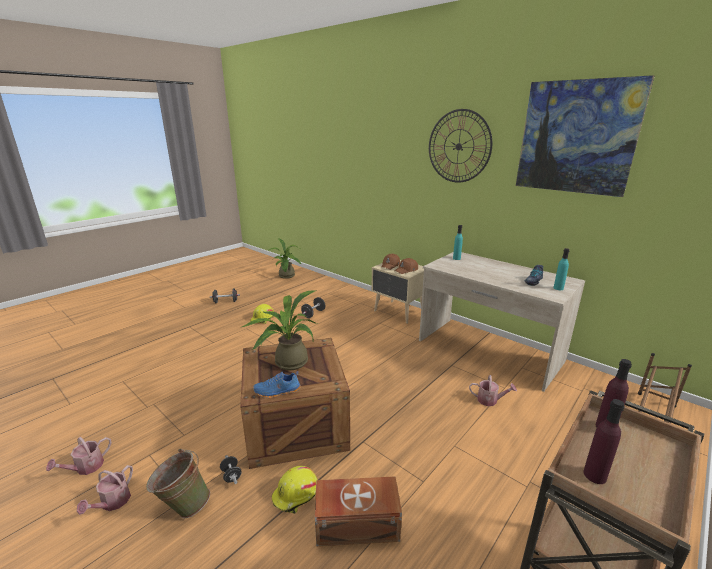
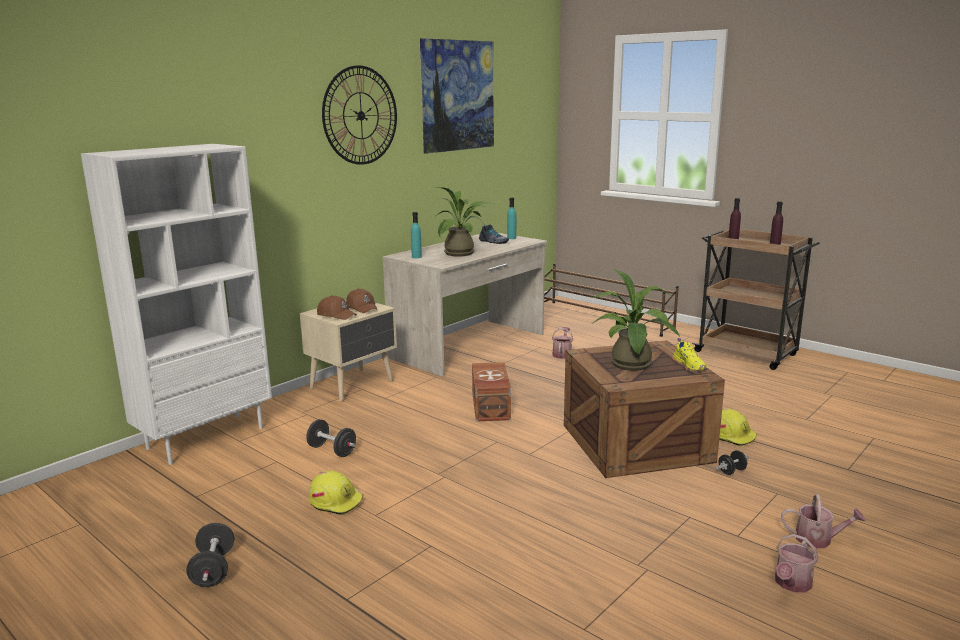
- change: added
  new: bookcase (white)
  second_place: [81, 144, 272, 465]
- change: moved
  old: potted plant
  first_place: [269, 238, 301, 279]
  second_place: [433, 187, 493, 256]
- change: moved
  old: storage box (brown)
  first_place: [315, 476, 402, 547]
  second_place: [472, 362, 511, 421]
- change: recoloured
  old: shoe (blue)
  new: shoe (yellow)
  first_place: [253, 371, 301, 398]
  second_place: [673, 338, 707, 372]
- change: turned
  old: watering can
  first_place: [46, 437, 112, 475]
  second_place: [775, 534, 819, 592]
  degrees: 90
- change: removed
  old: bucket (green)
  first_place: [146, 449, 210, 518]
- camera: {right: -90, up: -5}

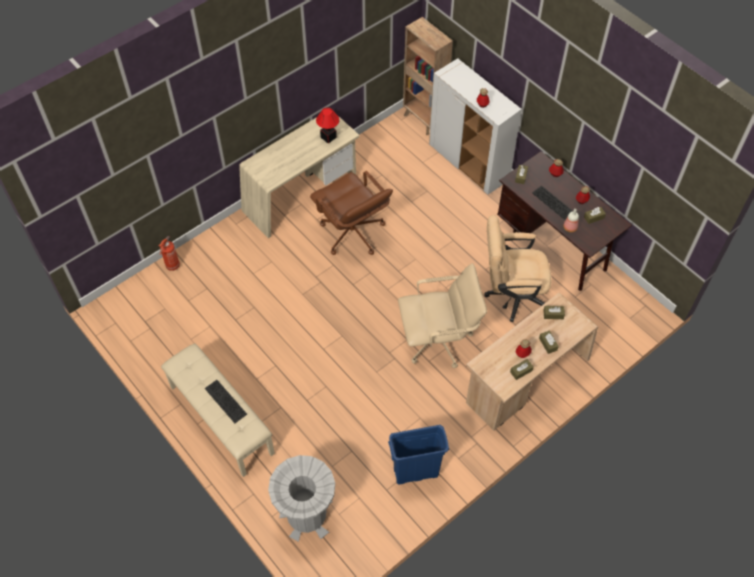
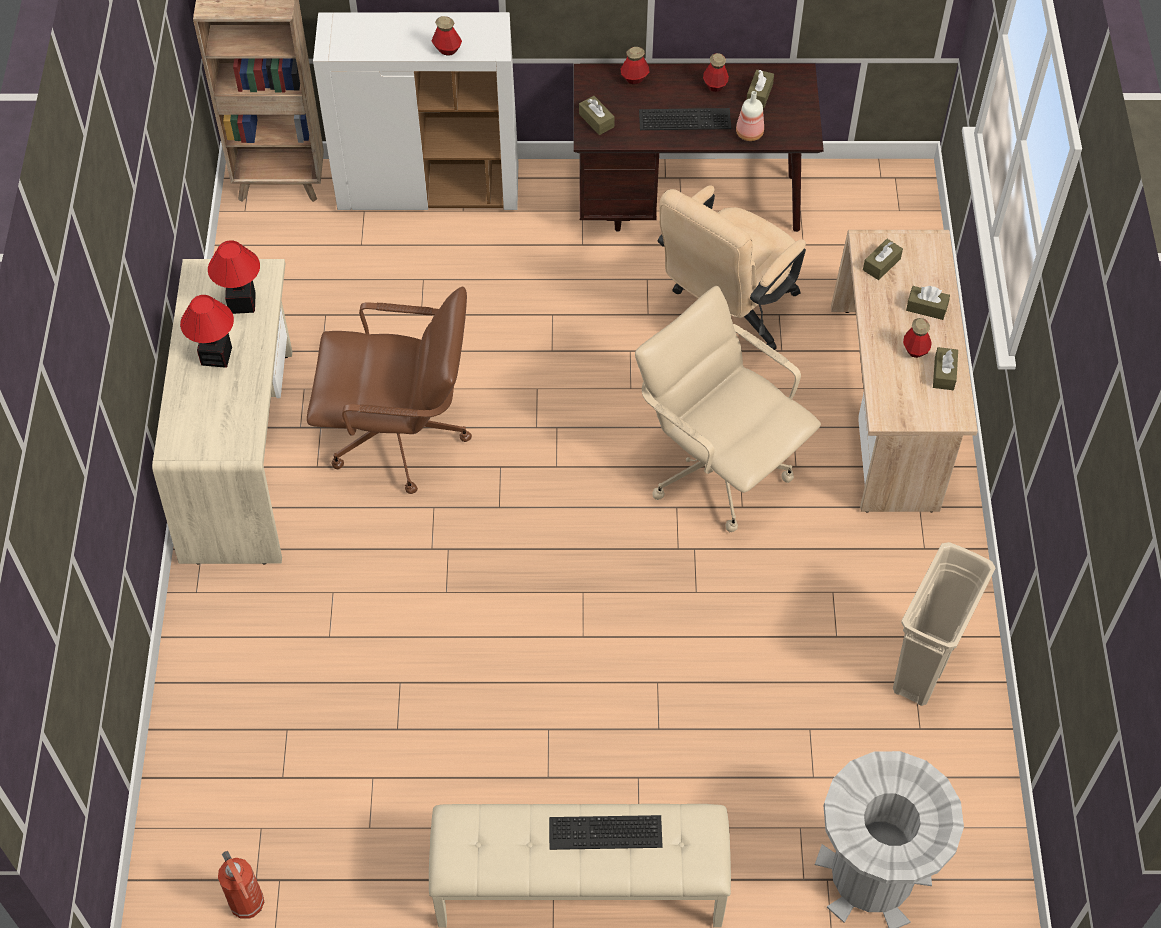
- change: added
  new: table lamp
  second_place: [180, 295, 234, 368]
- change: moved
  old: fire extinguisher
  first_place: [159, 236, 180, 271]
  second_place: [218, 851, 264, 919]
- change: turned
  old: office chair (beige)
  first_place: [398, 263, 487, 368]
  second_place: [635, 286, 821, 532]
  degrees: -75
- change: recoloured
  old: trash can (blue)
  new: trash can (beige)
  first_place: [388, 425, 449, 484]
  second_place: [893, 542, 996, 706]
- camera: {right: -50, up: 0}

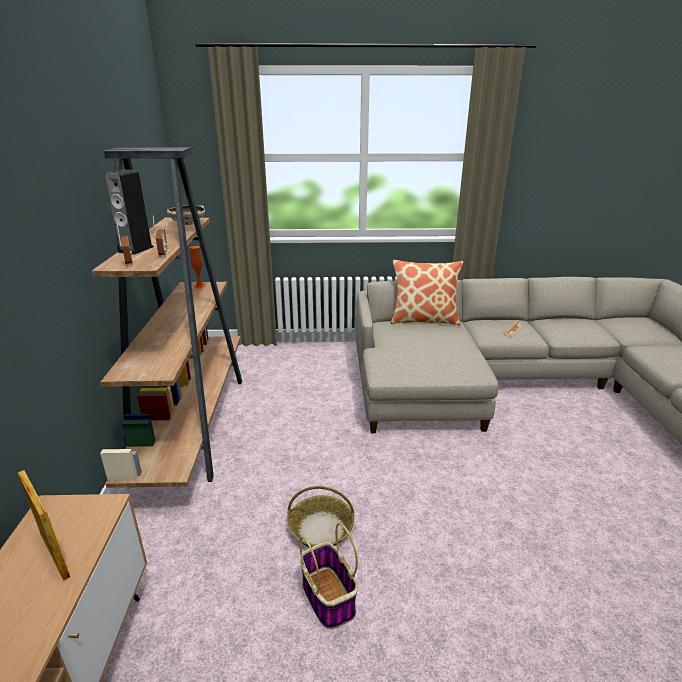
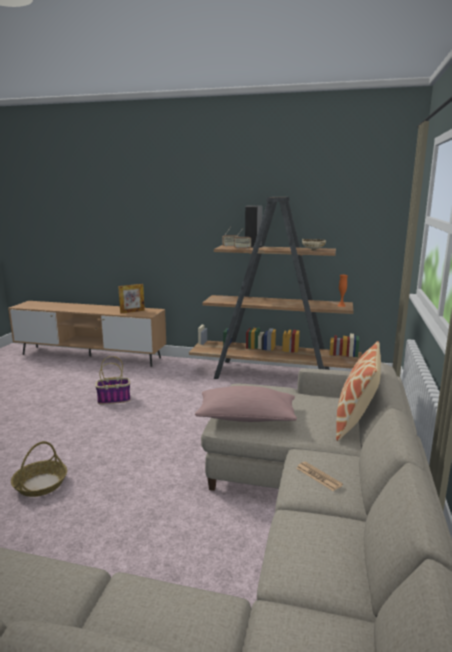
- change: moved
  old: basket
  first_place: [287, 486, 354, 547]
  second_place: [11, 441, 67, 497]
- change: added
  new: pillow (pink)
  second_place: [195, 386, 297, 422]
- camera: {right: 105, up: -10}

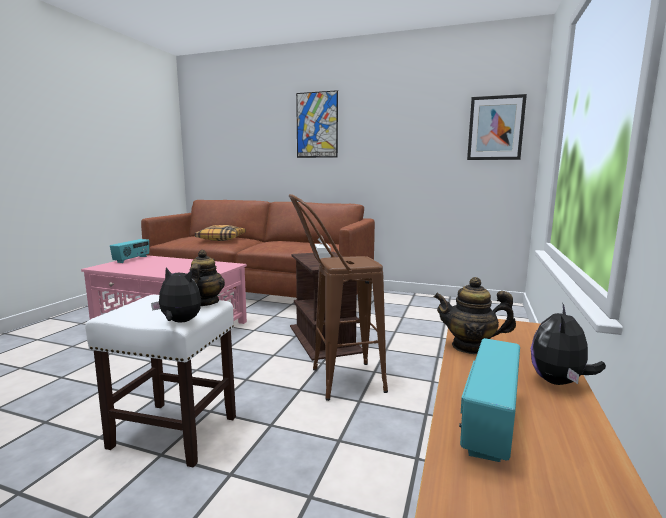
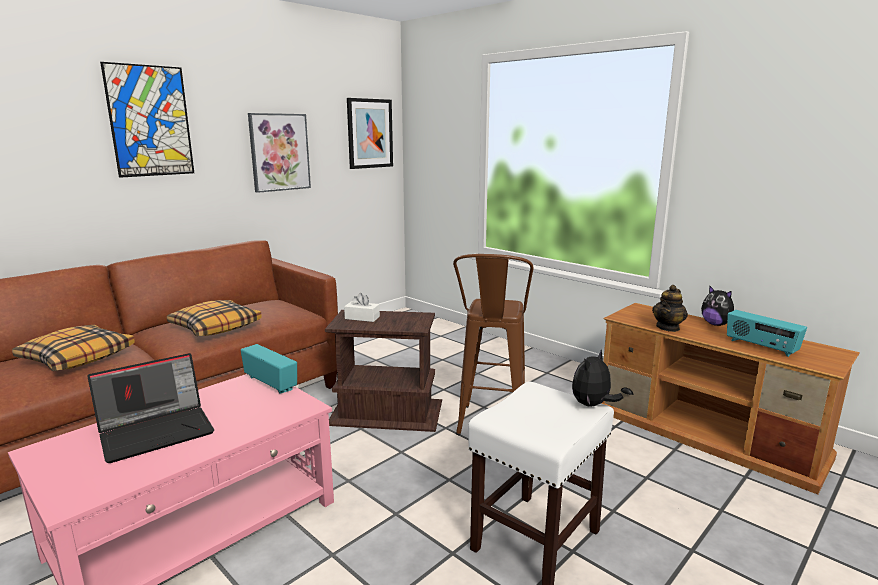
- change: added
  new: laptop
  second_place: [87, 353, 214, 463]
- change: added
  new: pillow
  second_place: [167, 300, 262, 336]
- change: moved
  old: radio
  first_place: [110, 239, 149, 263]
  second_place: [241, 344, 297, 394]
- change: added
  new: picture
  second_place: [248, 113, 311, 193]
- change: removed
  old: teapot
  first_place: [190, 250, 225, 306]
- camera: {right: -65, up: 5}

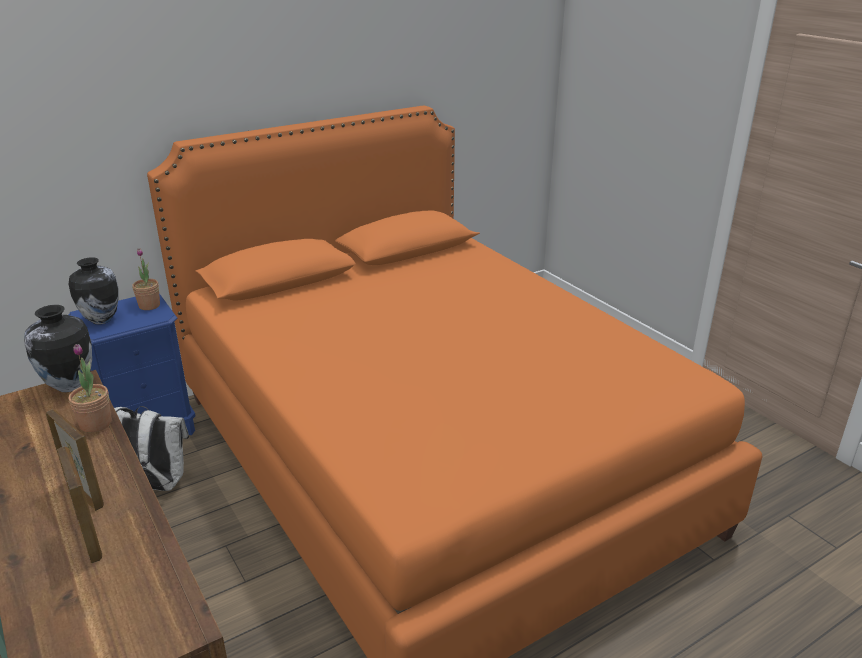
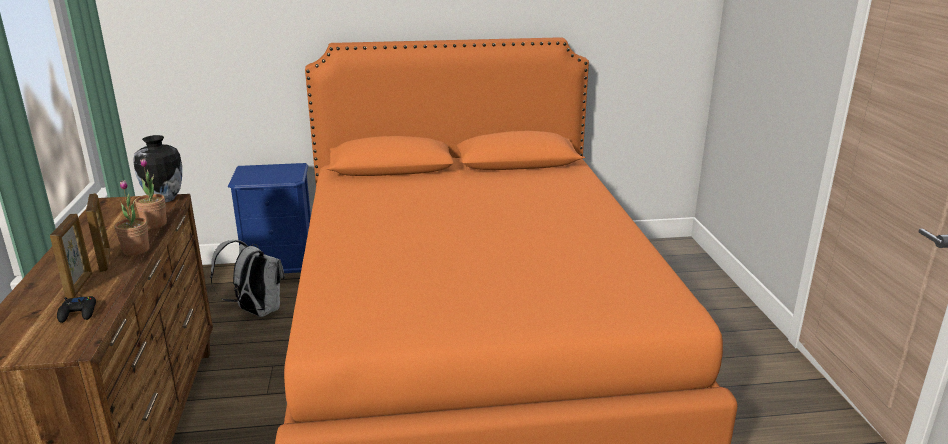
- change: added
  new: game controller (black)
  second_place: [57, 296, 96, 323]
- change: moved
  old: potted plant
  first_place: [132, 248, 160, 310]
  second_place: [114, 180, 149, 256]
- change: removed
  old: vase
  first_place: [69, 257, 119, 324]
- camera: {right: 25, up: -5}

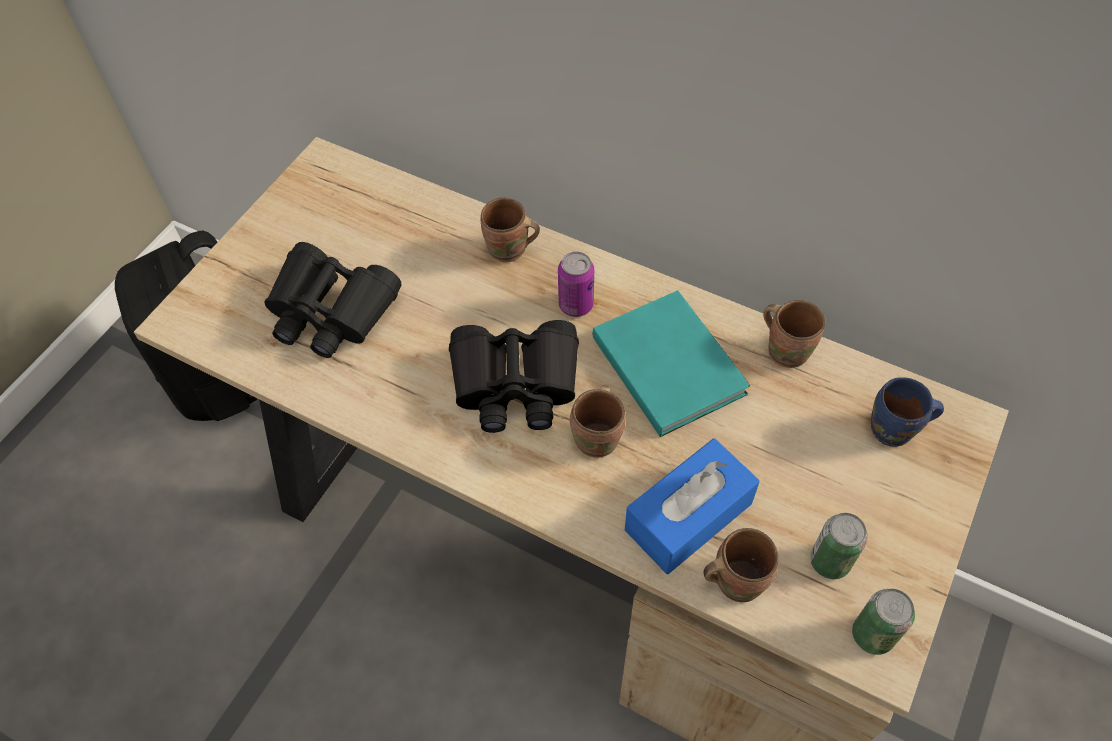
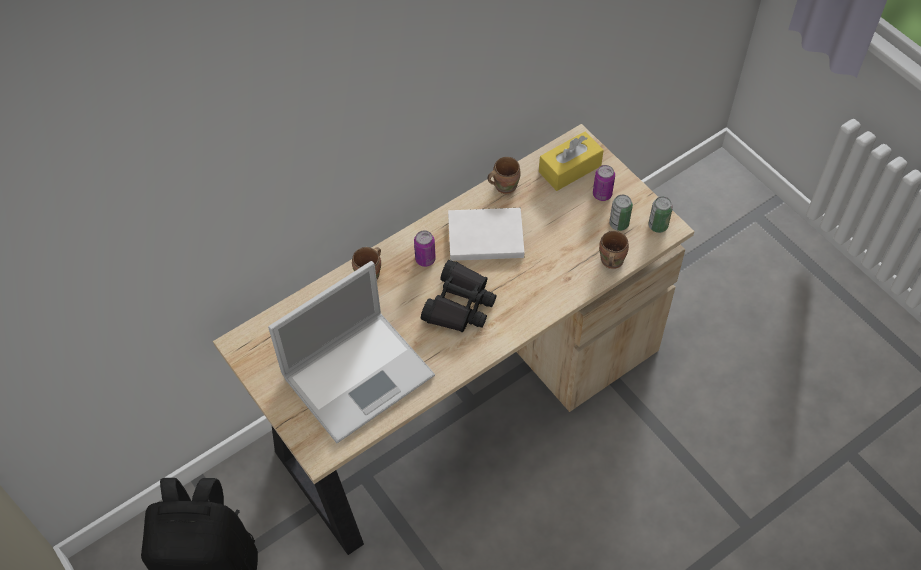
- change: replaced
  old: binoculars (black)
  new: laptop
  first_place: [265, 242, 402, 358]
  second_place: [268, 261, 435, 443]
- change: recoloured
  old: book (turquoise)
  new: book (white)
  first_place: [593, 290, 750, 437]
  second_place: [448, 208, 524, 261]
- change: replaced
  old: mug (blue)
  new: tissue box (yellow)
  first_place: [871, 377, 944, 447]
  second_place: [539, 132, 604, 191]
- change: added
  new: can
  second_place: [593, 165, 615, 201]
- change: removed
  old: mug (brown)
  first_place: [570, 384, 626, 458]
- change: removed
  old: tissue box (blue)
  first_place: [625, 438, 760, 574]
- camera: {right: -65, up: 0}

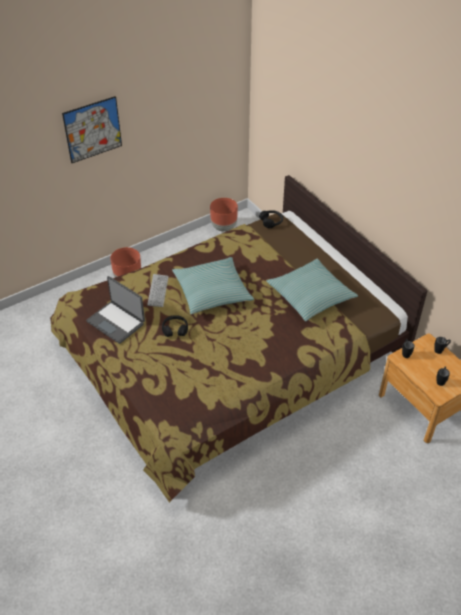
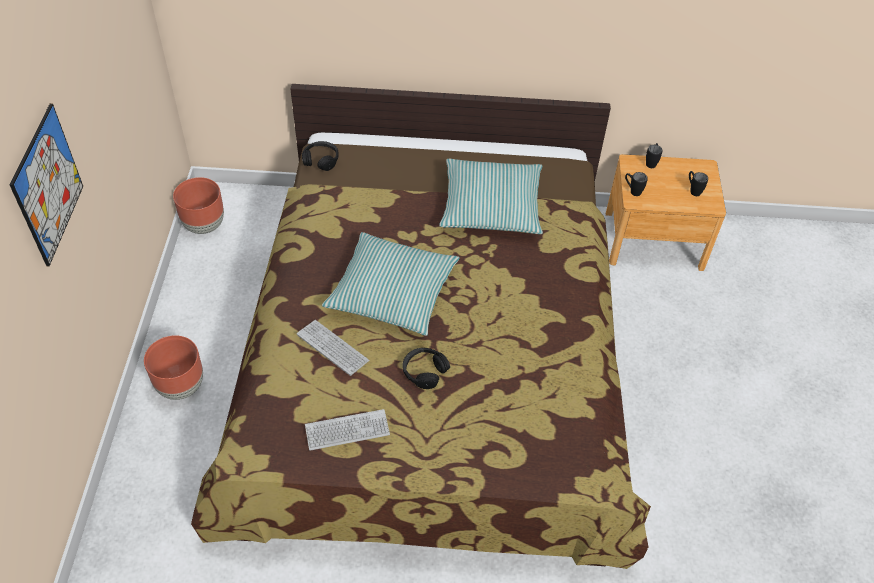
- change: replaced
  old: laptop
  new: keyboard
  first_place: [86, 276, 145, 344]
  second_place: [305, 409, 390, 450]
- camera: {right: -55, up: 5}

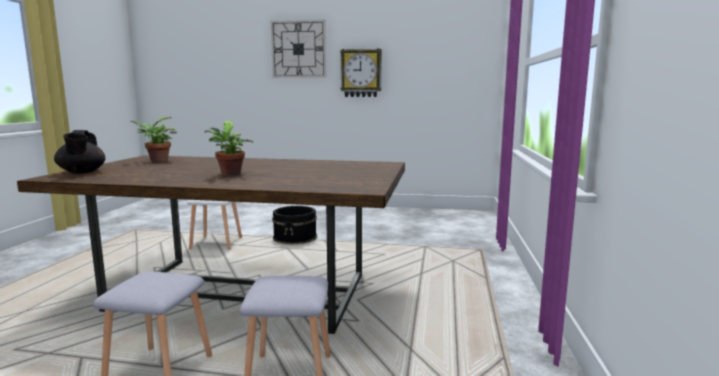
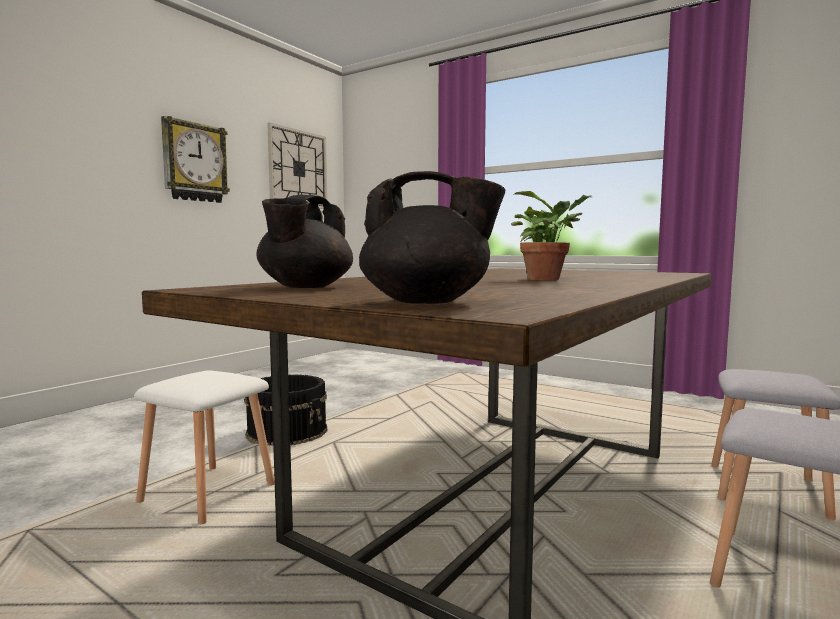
- change: replaced
  old: potted plant
  new: teapot (black)
  first_place: [131, 117, 177, 162]
  second_place: [257, 195, 353, 288]
- change: moved
  old: wall clock
  first_place: [271, 19, 326, 78]
  second_place: [267, 123, 327, 209]
- camera: {right: -65, up: -5}

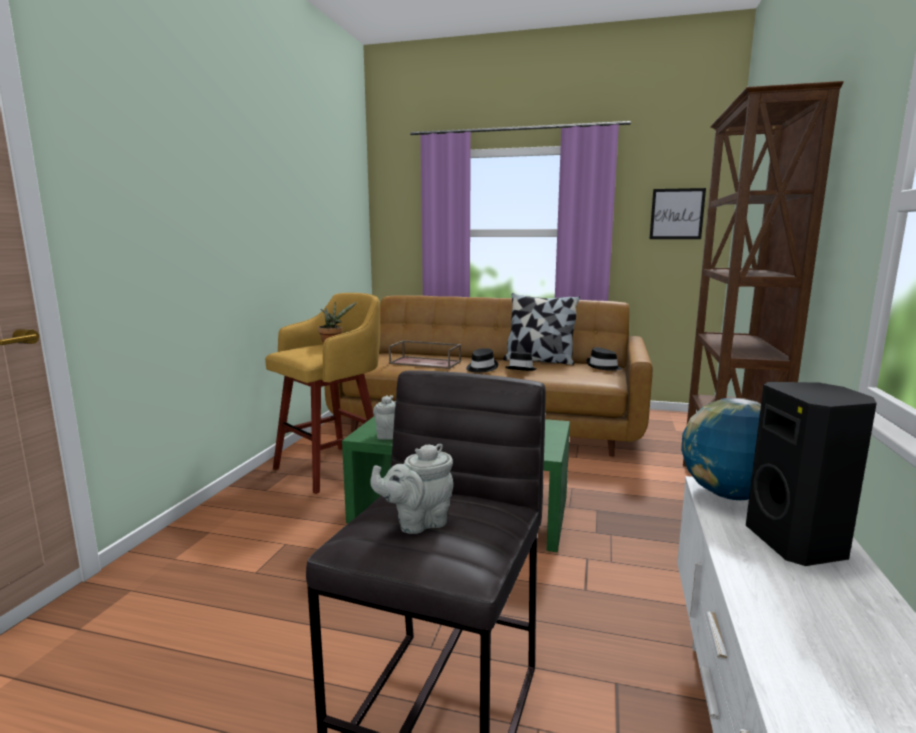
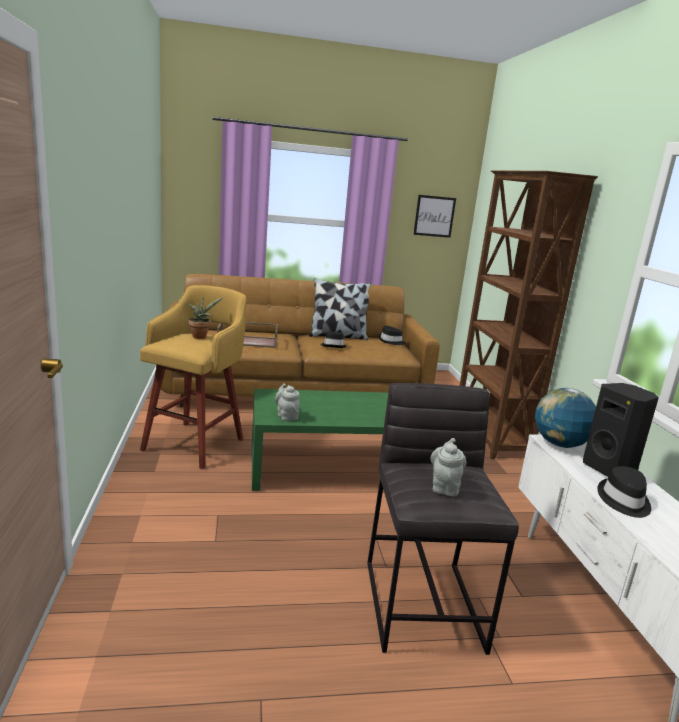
- change: turned
  old: teapot (grey)
  first_place: [370, 444, 453, 534]
  second_place: [431, 438, 466, 496]
  degrees: 150
- change: moved
  old: hat (black)
  first_place: [466, 348, 498, 372]
  second_place: [597, 466, 651, 518]
- camera: {right: -25, up: 5}

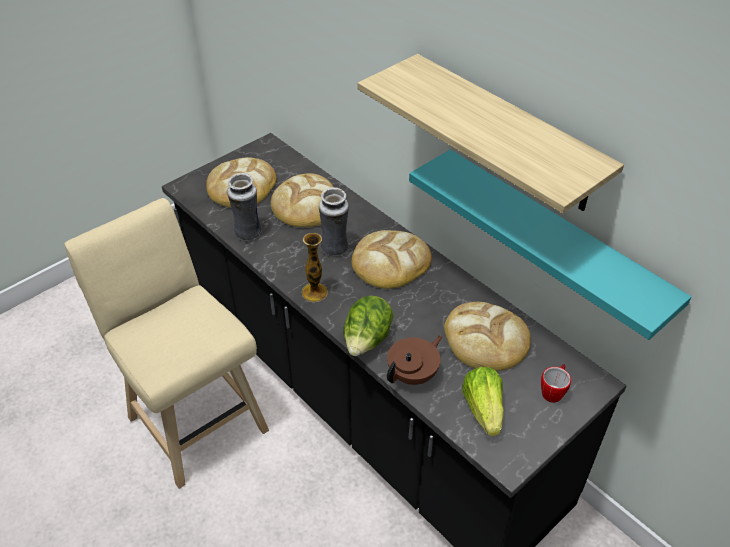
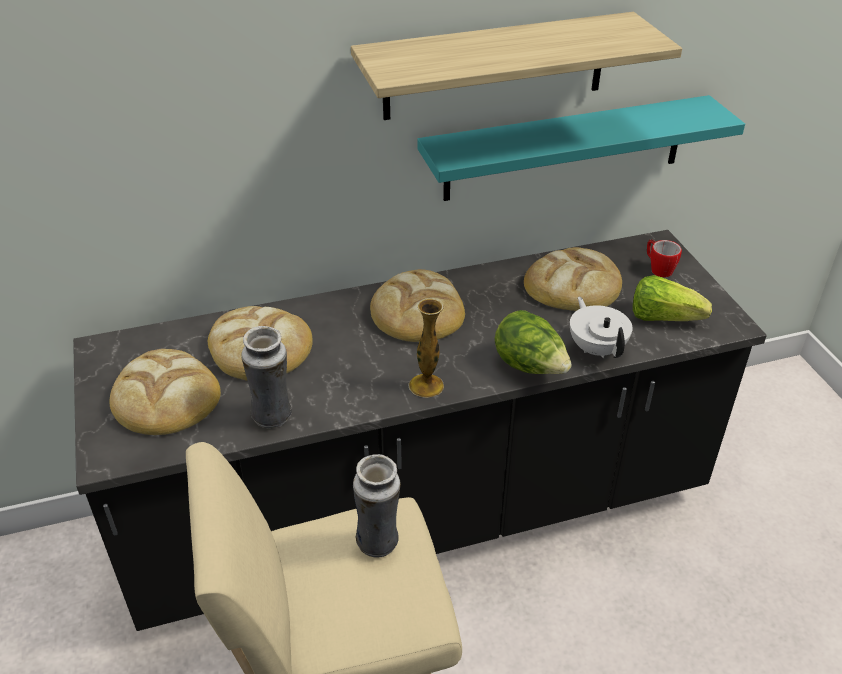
- change: moved
  old: vase
  first_place: [319, 187, 349, 257]
  second_place: [353, 454, 401, 558]
- change: recoloured
  old: teapot (brown)
  new: teapot (white)
  first_place: [387, 335, 442, 385]
  second_place: [570, 297, 633, 358]
- camera: {right: -65, up: -5}

